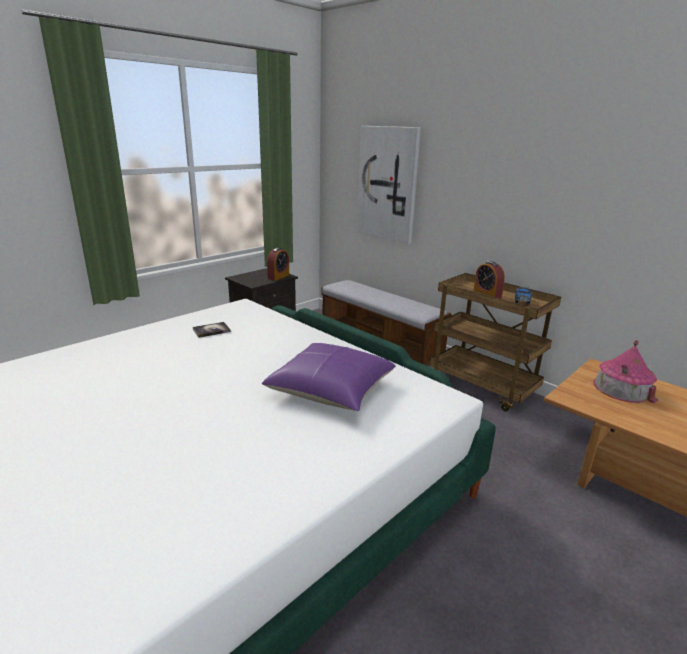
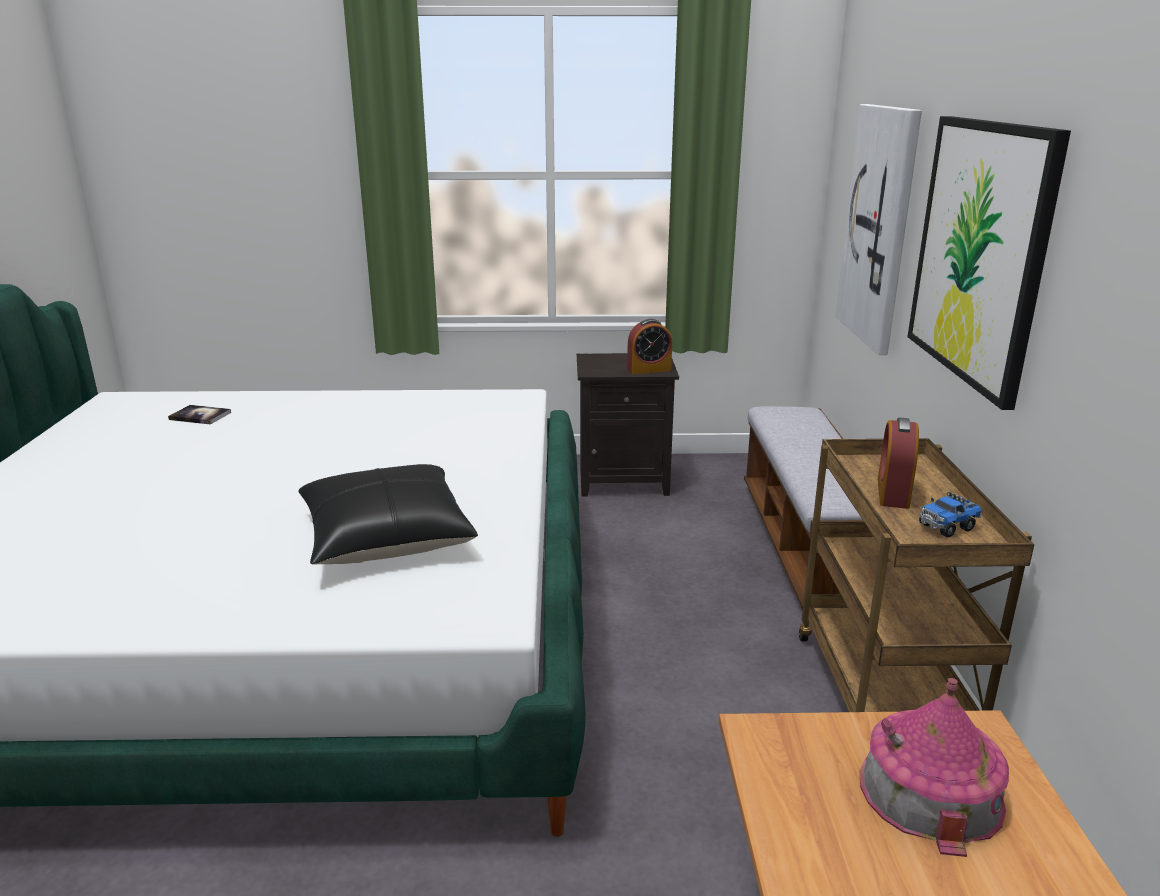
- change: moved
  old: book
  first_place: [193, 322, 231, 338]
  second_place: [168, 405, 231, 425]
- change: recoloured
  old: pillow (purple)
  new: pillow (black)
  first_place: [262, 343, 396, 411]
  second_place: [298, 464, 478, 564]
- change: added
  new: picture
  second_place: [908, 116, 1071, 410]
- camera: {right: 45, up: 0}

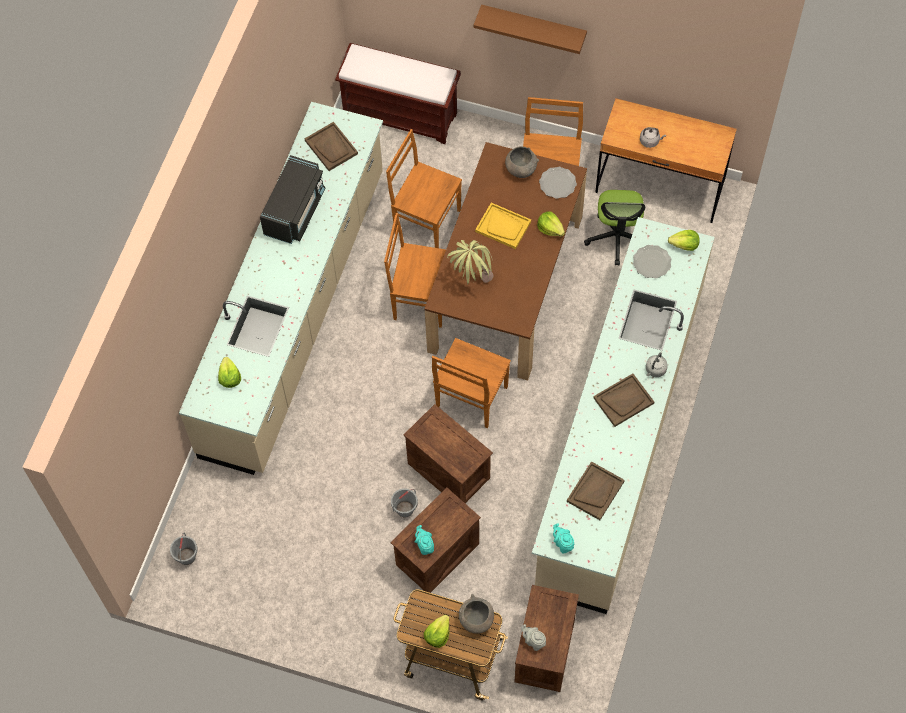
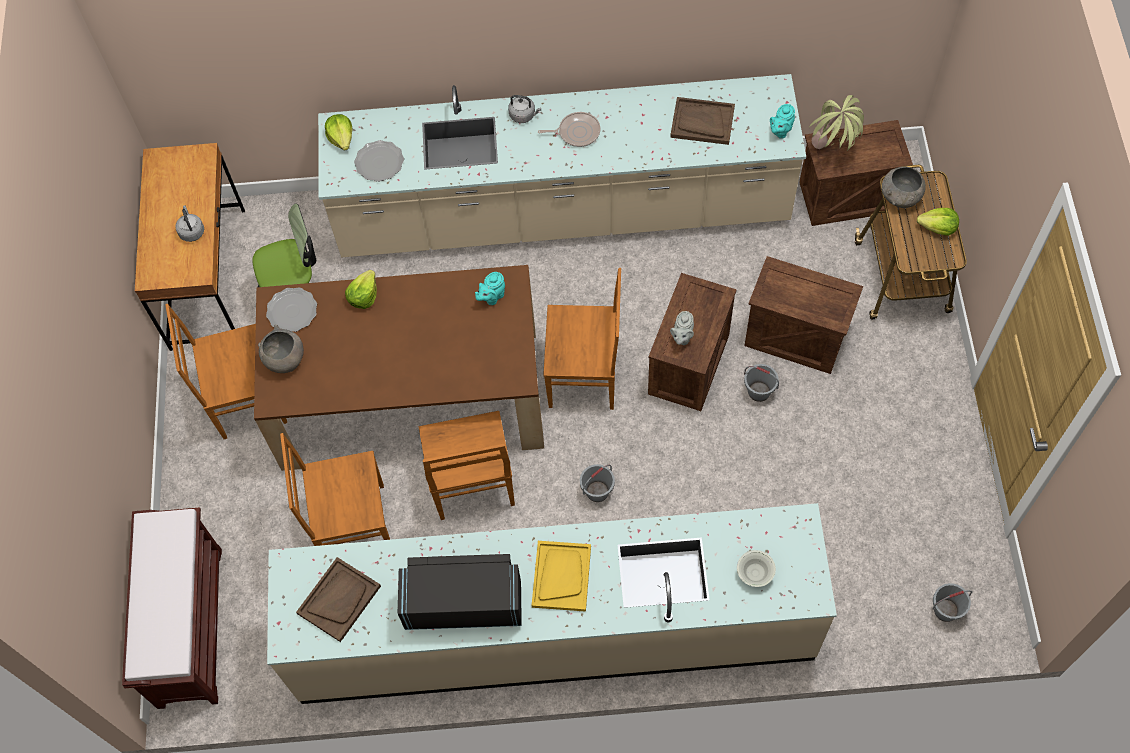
- change: turned
  old: chair (brown)
  first_place: [386, 129, 462, 248]
  second_place: [280, 433, 390, 546]
  degrees: 75
- change: moved
  old: teapot (turquoise)
  first_place: [415, 525, 434, 555]
  second_place: [475, 272, 505, 305]
- change: moved
  old: tray (yellow)
  first_place: [475, 203, 531, 249]
  second_place: [532, 541, 591, 611]
- change: replaced
  old: tray (brown)
  new: frying pan
  first_place: [594, 373, 654, 427]
  second_place: [538, 112, 600, 147]
- change: added
  new: bucket (grey)
  second_place: [580, 464, 615, 502]
- change: moved
  old: teapot (grey)
  first_place: [521, 624, 546, 651]
  second_place: [670, 311, 694, 345]
- change: replaced
  old: lettuce
  new: bowl (white)
  first_place: [218, 357, 241, 388]
  second_place: [737, 550, 776, 587]
- change: moved
  old: potted plant
  first_place: [447, 240, 494, 285]
  second_place: [809, 95, 864, 151]
- change: removed
  old: shelf (brown)
  first_place: [474, 5, 587, 54]
- camera: {right: -110, up: 0}

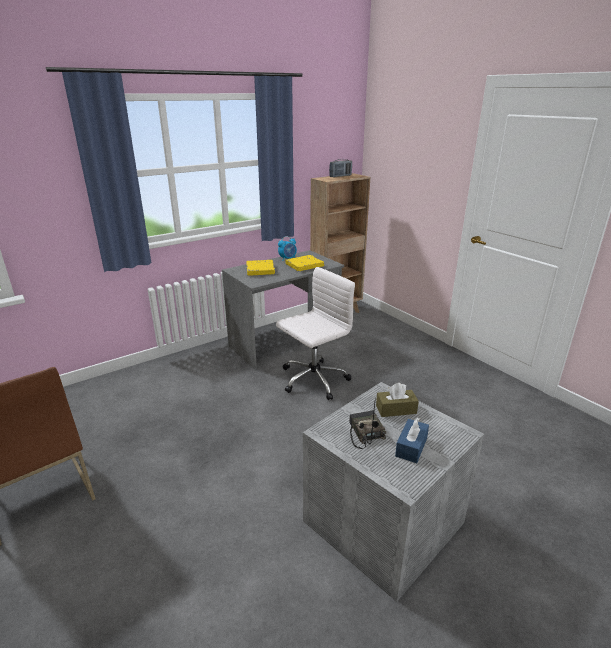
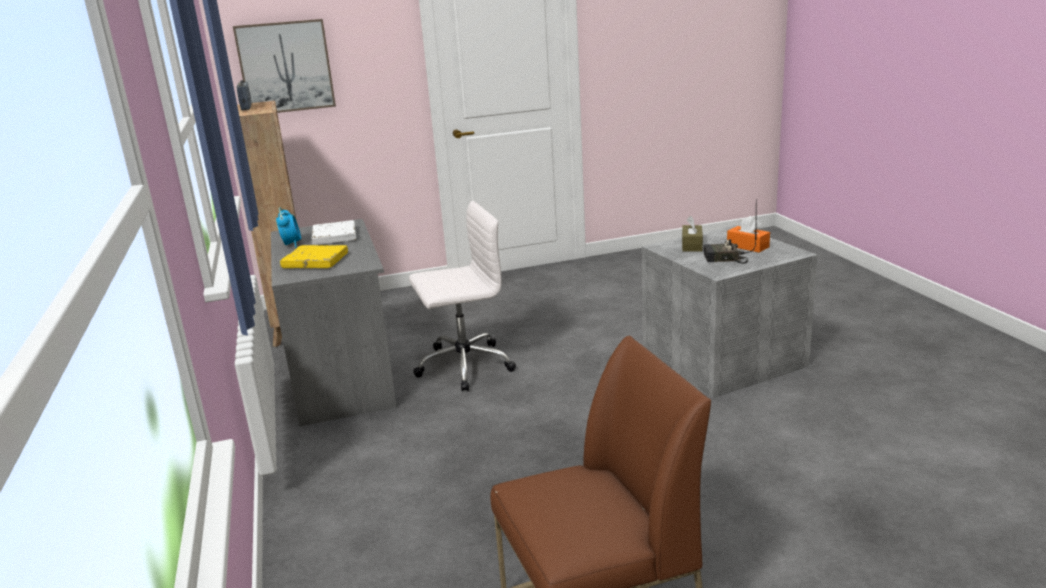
- change: added
  new: picture
  second_place: [233, 19, 336, 113]
- change: recoloured
  old: book (yellow)
  new: book (white)
  first_place: [285, 255, 324, 271]
  second_place: [312, 220, 356, 245]
- change: turned
  old: office chair (white)
  first_place: [276, 267, 355, 400]
  second_place: [409, 201, 516, 392]
  degrees: 90
- change: recoloured
  old: tissue box (blue)
  new: tissue box (orange)
  first_place: [395, 418, 429, 463]
  second_place: [727, 216, 770, 253]
- camera: {right: -70, up: -5}

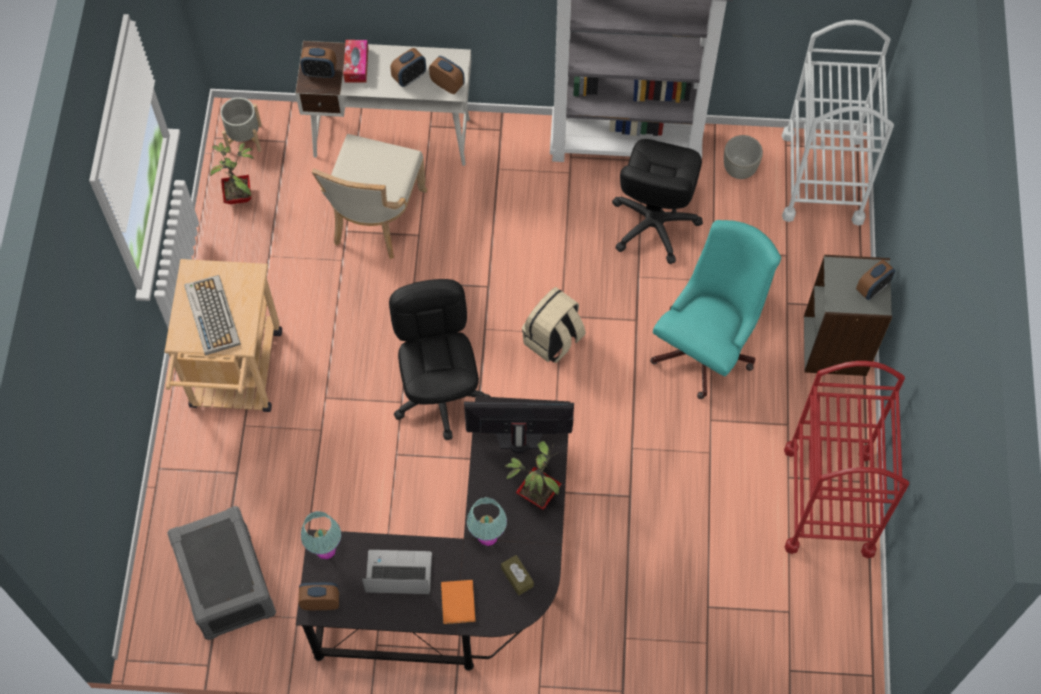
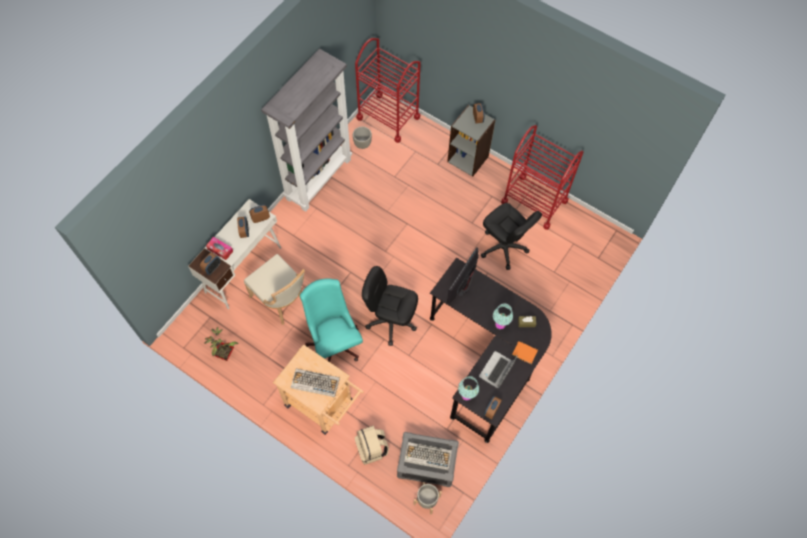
- change: moved
  old: office chair (turquoise)
  first_place: [650, 220, 781, 399]
  second_place: [300, 278, 363, 362]
- change: recoloured
  old: cart (white)
  new: cart (red)
  first_place: [782, 20, 894, 226]
  second_place: [355, 38, 421, 143]
- change: moved
  old: backpack (beige)
  first_place: [522, 287, 586, 363]
  second_place: [355, 426, 389, 465]
- change: added
  new: keyboard
  second_place: [404, 442, 452, 470]
- change: moved
  old: planter (grey)
  first_place: [220, 97, 262, 153]
  second_place: [413, 482, 442, 514]
- change: moved
  old: office chair (black)
  first_place: [612, 139, 703, 264]
  second_place: [481, 203, 542, 270]
- change: removed
  old: potted plant
  first_place: [505, 441, 561, 510]
- camera: {right: -60, up: 0}

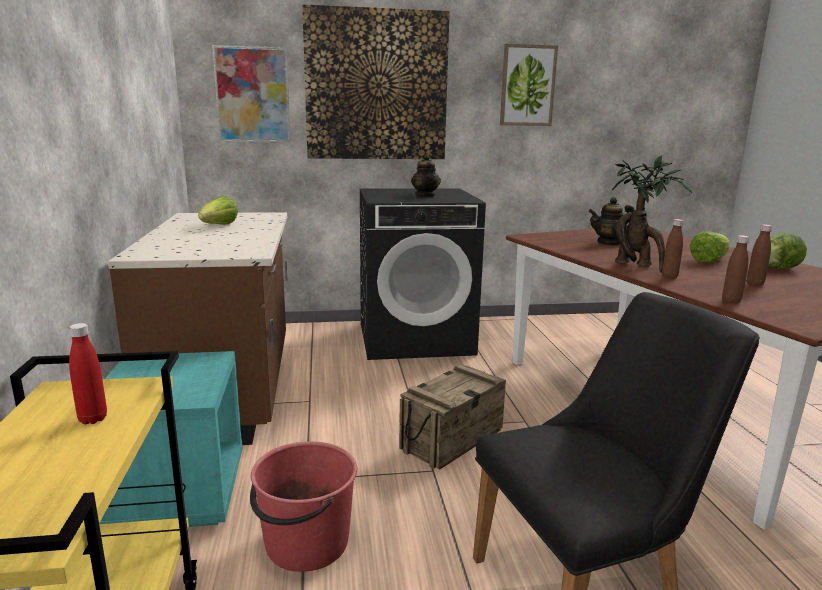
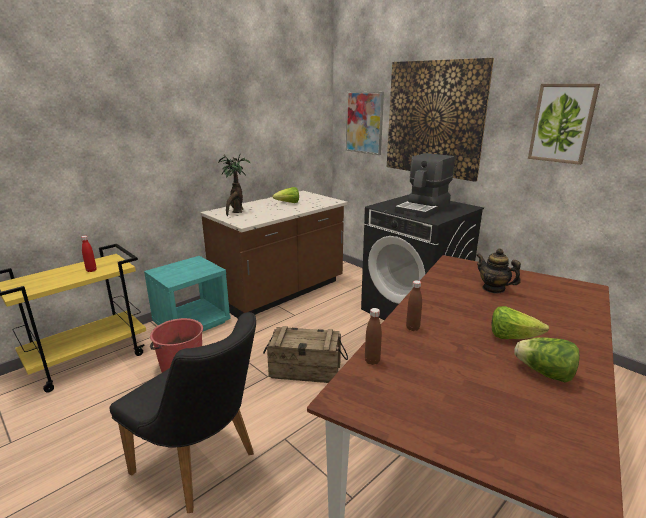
- change: moved
  old: potted plant
  first_place: [612, 155, 692, 273]
  second_place: [218, 153, 251, 216]
- change: replaced
  old: teapot
  new: coffee machine
  first_place: [411, 154, 441, 197]
  second_place: [395, 153, 455, 218]
- change: removed
  old: bottle (brown)
  first_place: [747, 224, 772, 286]
- camera: {right: 55, up: 5}

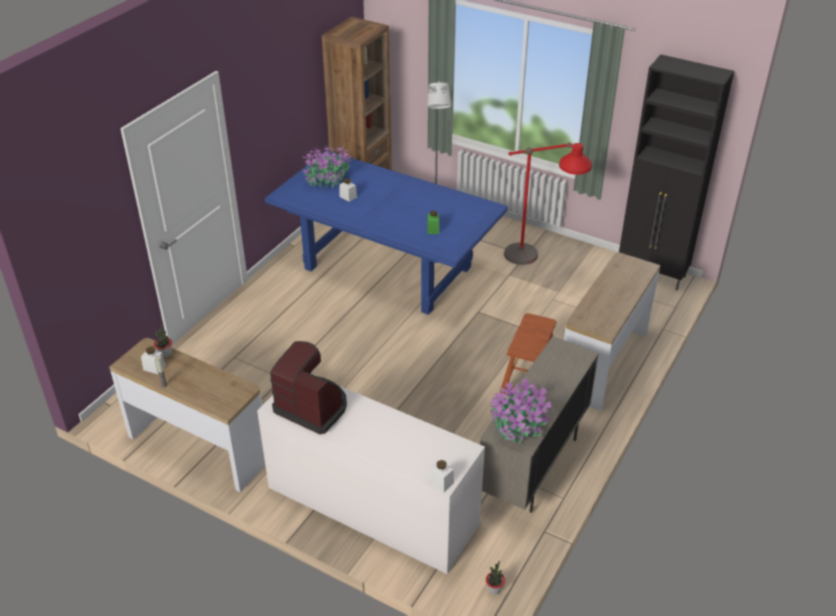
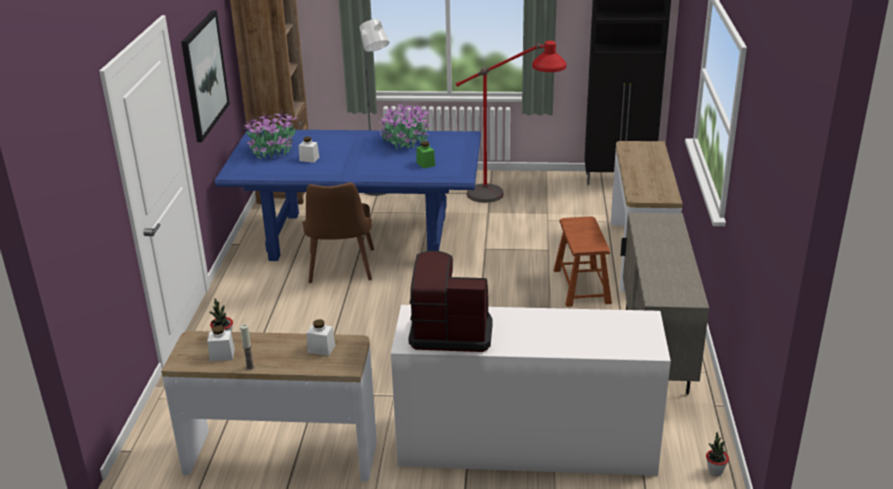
- change: added
  new: picture
  second_place: [181, 10, 230, 142]
- change: added
  new: chair (brown)
  second_place: [302, 182, 374, 283]
- change: moved
  old: jar (white)
  first_place: [429, 460, 454, 492]
  second_place: [307, 319, 335, 356]
- change: moved
  old: potted plant
  first_place: [490, 379, 552, 443]
  second_place: [379, 104, 430, 149]
- camera: {right: -25, up: -10}

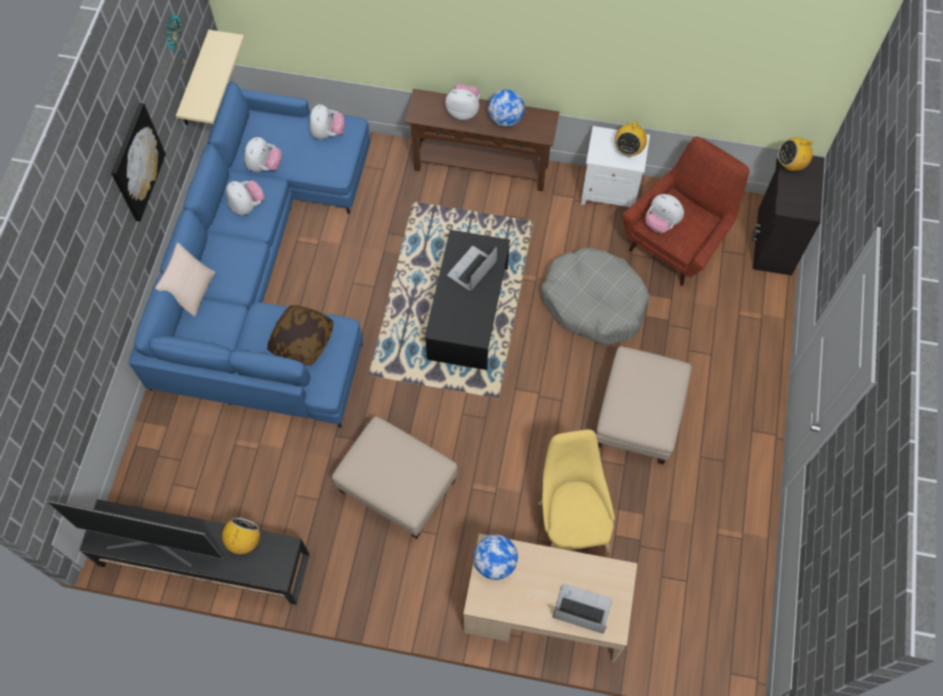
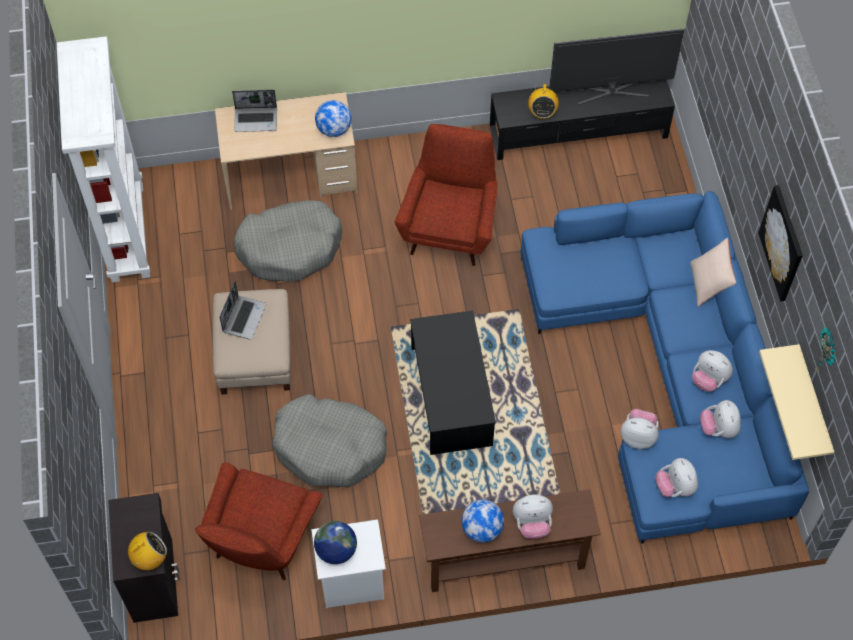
- change: added
  new: bookcase (white)
  second_place: [57, 36, 150, 282]
- change: moved
  old: laptop
  first_place: [447, 246, 497, 291]
  second_place: [219, 281, 266, 340]
- change: replaced
  old: chair (yellow)
  new: dog bed (grey)
  first_place: [538, 430, 615, 553]
  second_place: [233, 200, 343, 282]
- change: replaced
  old: radio
  new: globe
  first_place: [615, 119, 647, 156]
  second_place: [314, 521, 357, 564]
- change: replaced
  old: ottoman (beige)
  new: armchair (red)
  first_place: [332, 416, 458, 539]
  second_place: [395, 124, 498, 266]
- change: moved
  old: plush toy
  first_place: [646, 194, 684, 233]
  second_place: [621, 409, 659, 449]
- change: removed
  old: pillow
  first_place: [267, 305, 334, 365]
- camera: {right: 160, up: -5}

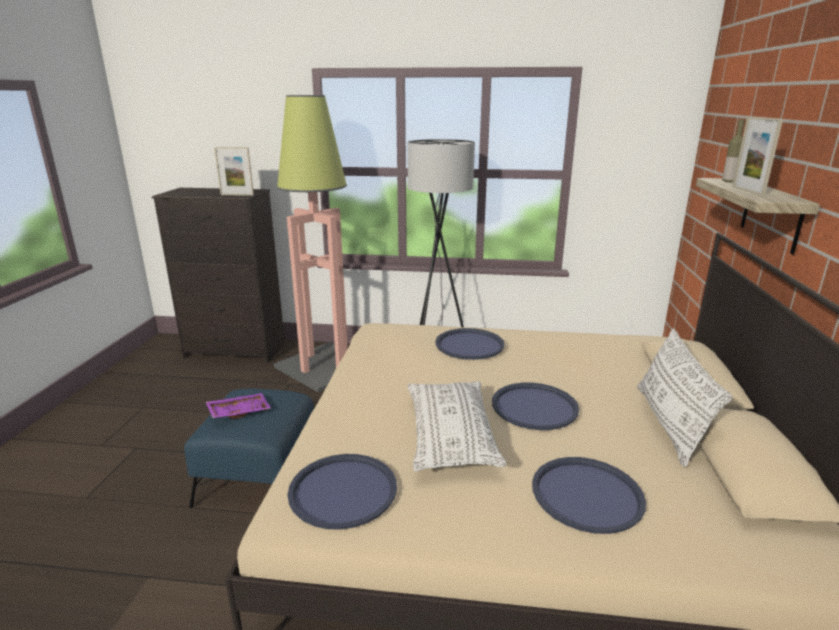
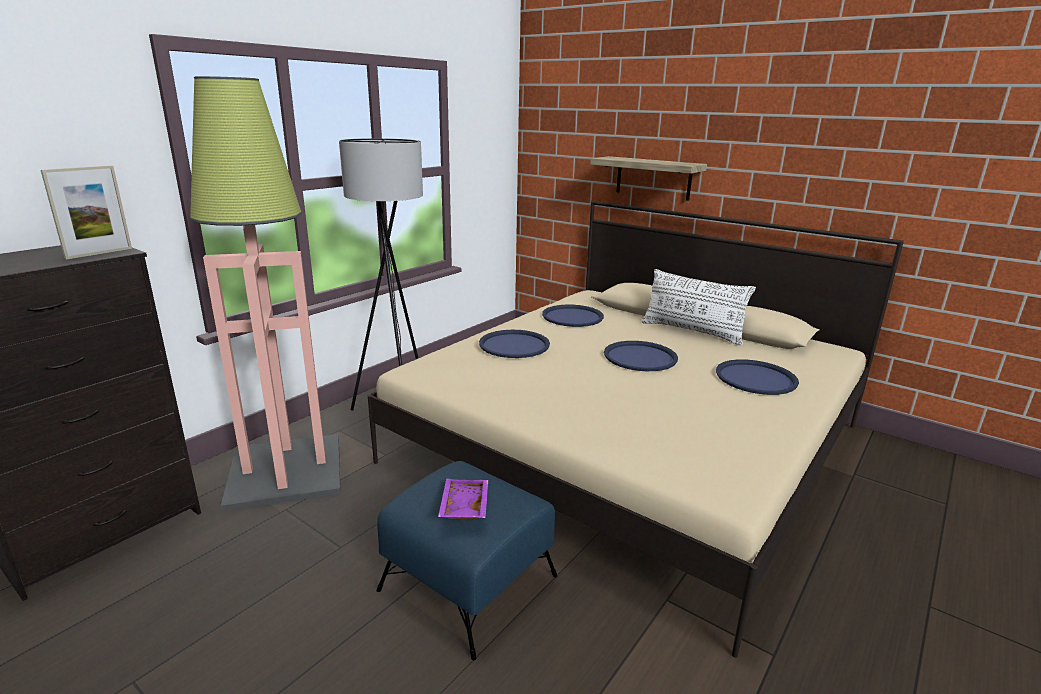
- change: moved
  old: tray (blue)
  first_place: [287, 454, 397, 530]
  second_place: [542, 305, 604, 327]
- change: removed
  old: pillow (white)
  first_place: [407, 381, 506, 472]
- change: removed
  old: bottle
  first_place: [722, 120, 745, 182]
- change: removed
  old: picture frame
  first_place: [732, 117, 783, 196]
- camera: {right: -60, up: 0}

